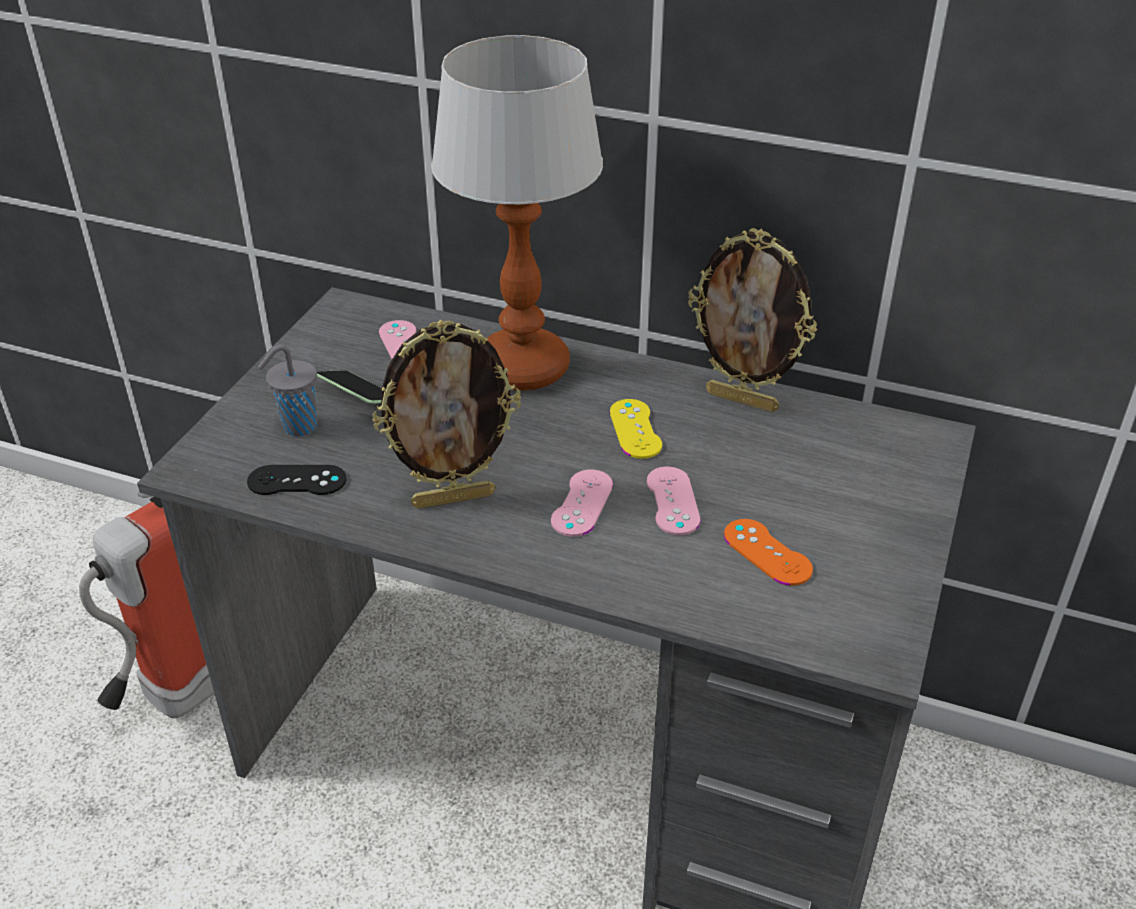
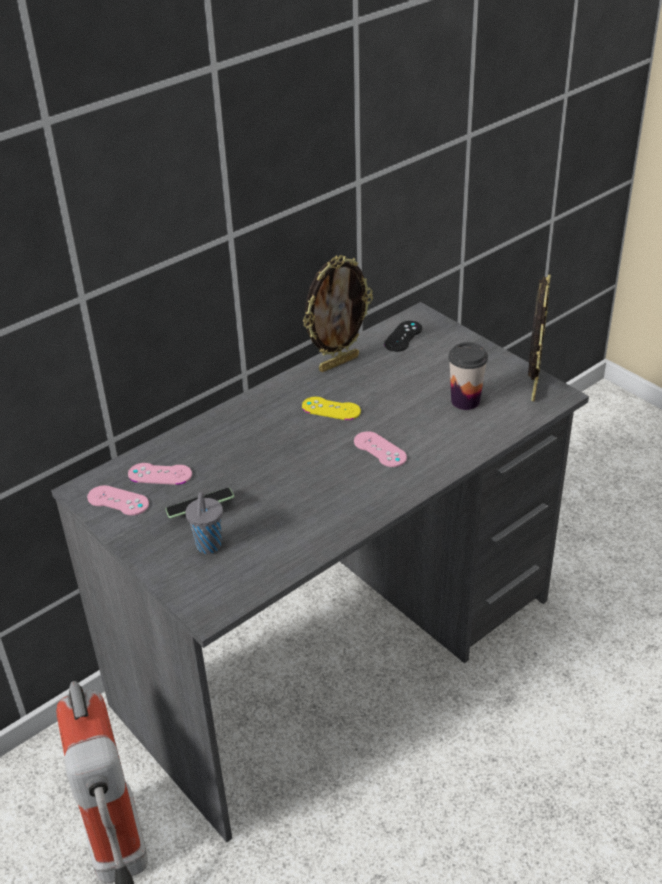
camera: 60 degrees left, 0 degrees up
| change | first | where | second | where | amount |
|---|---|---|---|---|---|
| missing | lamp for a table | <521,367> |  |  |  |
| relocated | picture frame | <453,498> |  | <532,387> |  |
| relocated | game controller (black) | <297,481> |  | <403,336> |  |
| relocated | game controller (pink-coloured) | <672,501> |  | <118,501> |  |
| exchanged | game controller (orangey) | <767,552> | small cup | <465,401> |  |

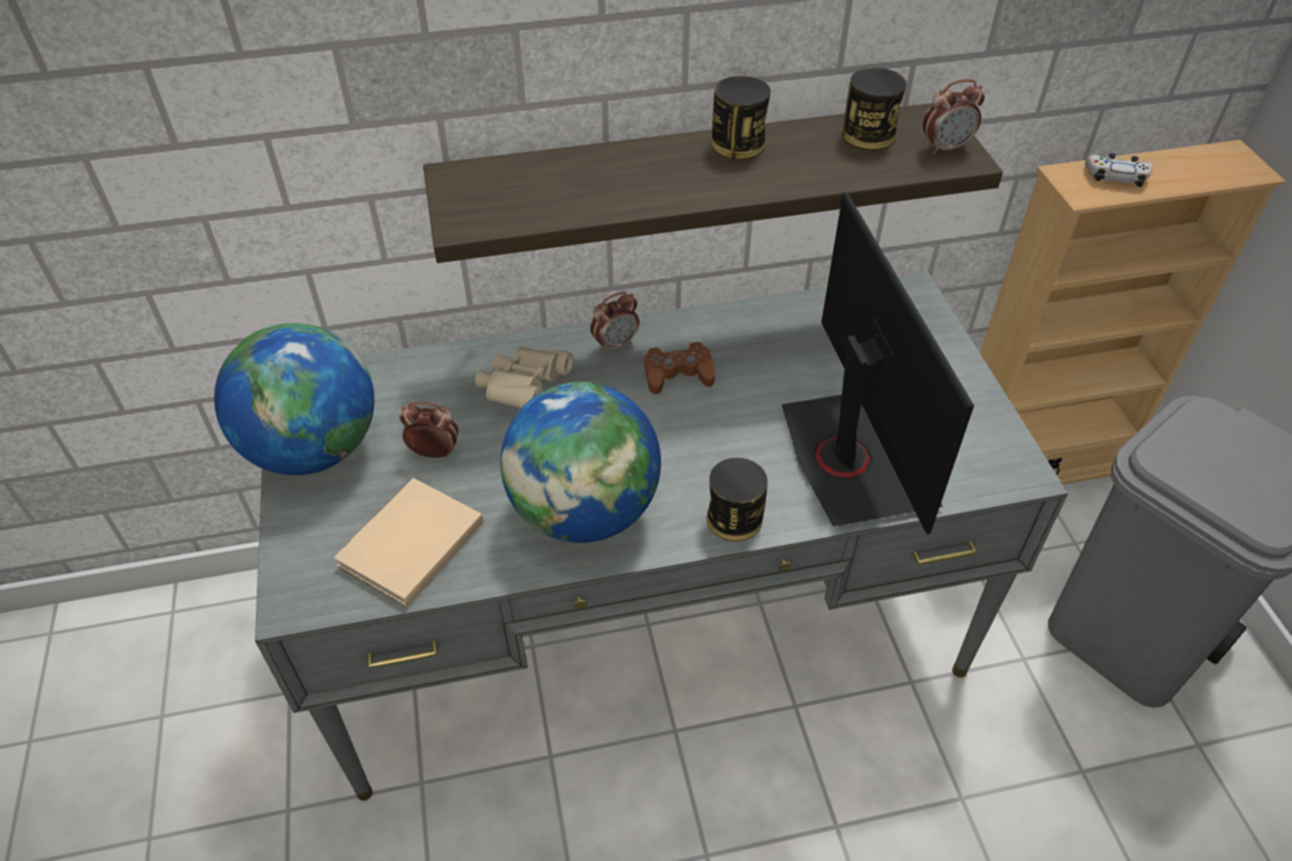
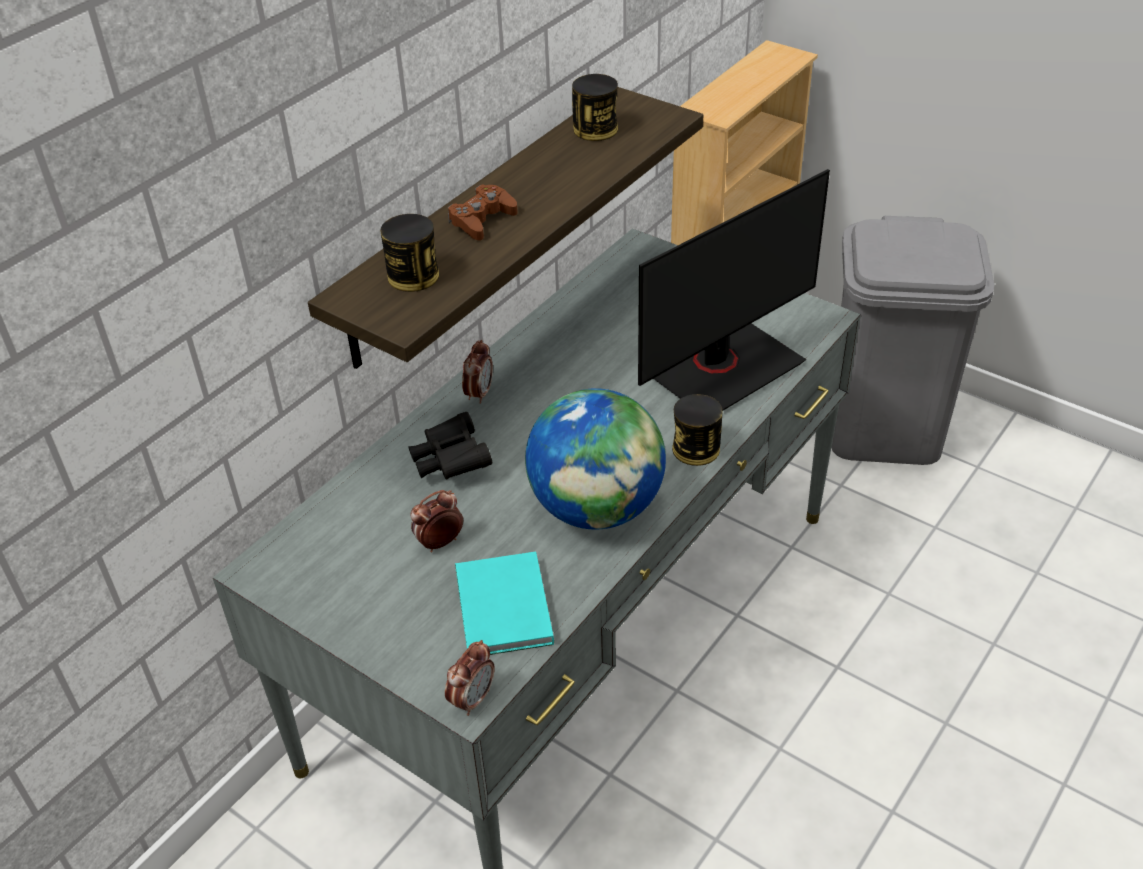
camera: 40 degrees left, 5 degrees down
| change | first | where | second | where | amount |
|---|---|---|---|---|---|
| relocated | sealed can | <738,144> |  | <413,276> |  |
| relocated | bedside clock | <945,148> |  | <472,699> |  |
| missing | game controller (white-coloured) | <1115,176> |  |  |  |
| spun | computer display | <854,458> |  | <723,368> | 105 degrees clockwise |
| missing | world globe | <314,449> |  |  |  |
| relocated | game controller (brown-coloured) | <678,374> |  | <482,220> |  |
| colour | field glasses (beige) | <524,389> | field glasses (black) | <451,462> |  |
| colour | volume (beige) | <407,546> | volume (turquoise) | <502,610> |  |

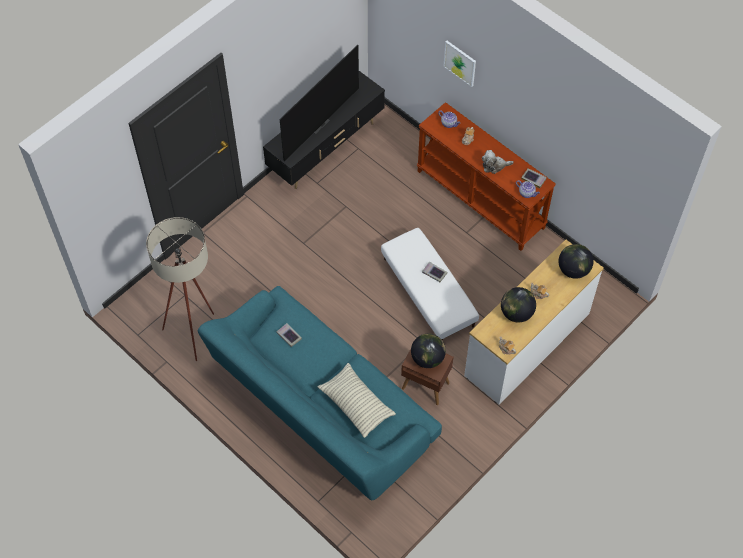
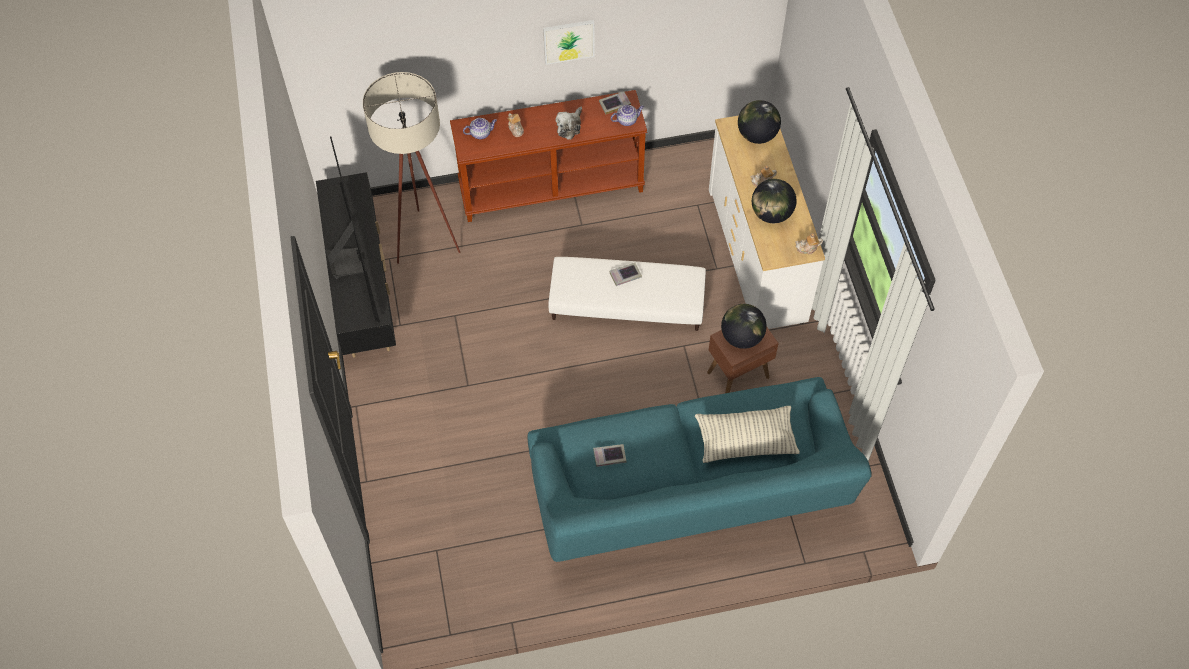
camera: 55 degrees left, 0 degrees up
| change | first | where | second | where | amount |
|---|---|---|---|---|---|
| relocated | wall art | <460,63> |  | <568,41> |  |
| relocated | floor lamp (beige) | <196,330> |  | <424,235> |  |

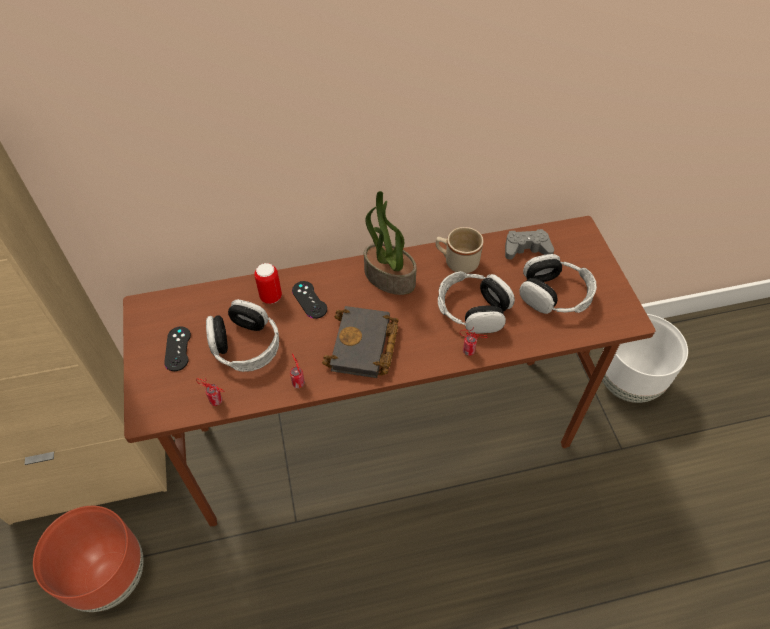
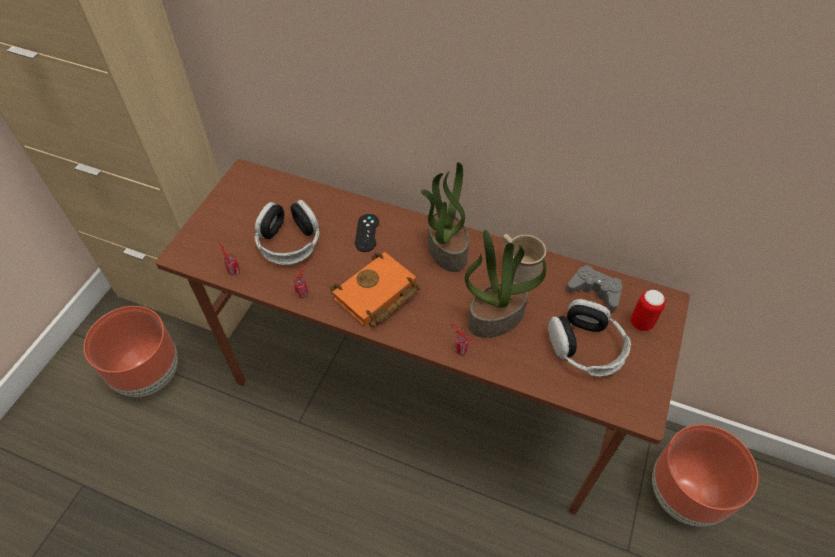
camera: 35 degrees right, 0 degrees up
| change | first | where | second | where | amount |
|---|---|---|---|---|---|
| relocated | sealed can | <271,297> |  | <641,323> |  |
| exchanged | headset | <472,309> | plant in a pot | <496,317> |  |
| colour | volume (black) | <364,347> | volume (orangey) | <376,296> |  |
| colour | planter (white-coloured) | <628,382> | planter (brown-coloured) | <684,495> |  |
| missing | game controller (black) | <178,348> |  |  |  |

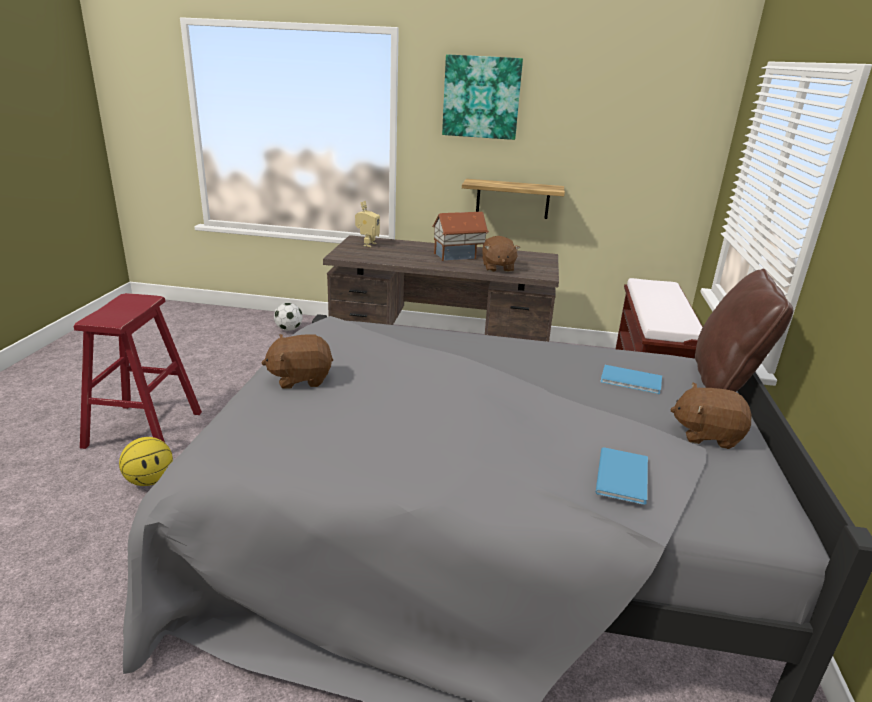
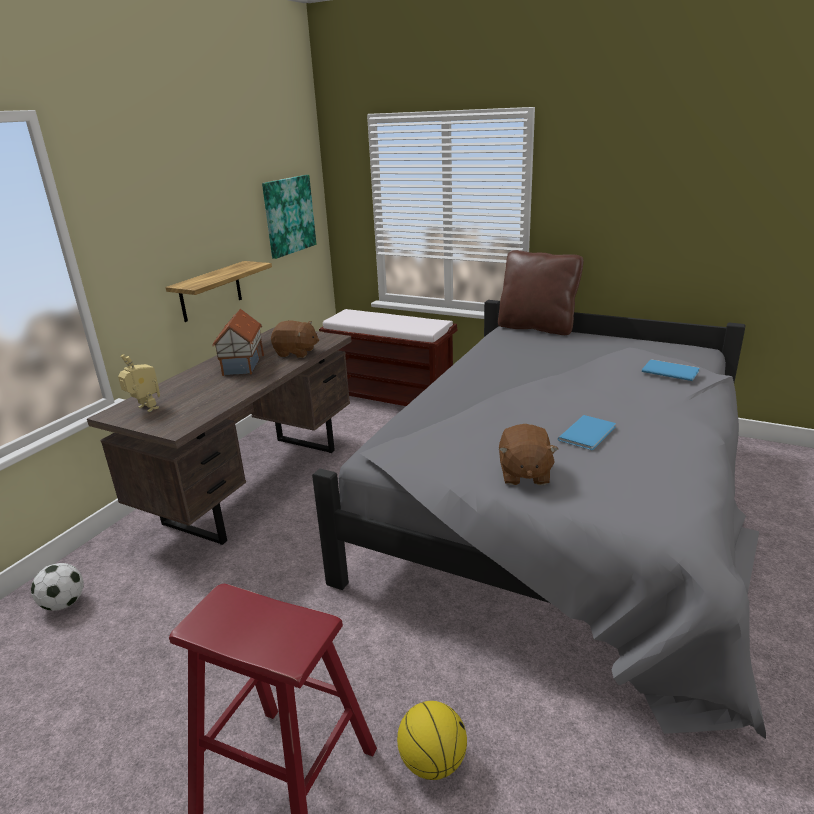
camera: 70 degrees left, 0 degrees up
| change | first | where | second | where | amount |
|---|---|---|---|---|---|
| relocated | wall art | <481,97> |  | <288,215> |  |
| relocated | volume (blue-coloured) | <632,381> |  | <589,433> |  |
| missing | plush toy (brown-coloured) | <706,434> |  |  |  |

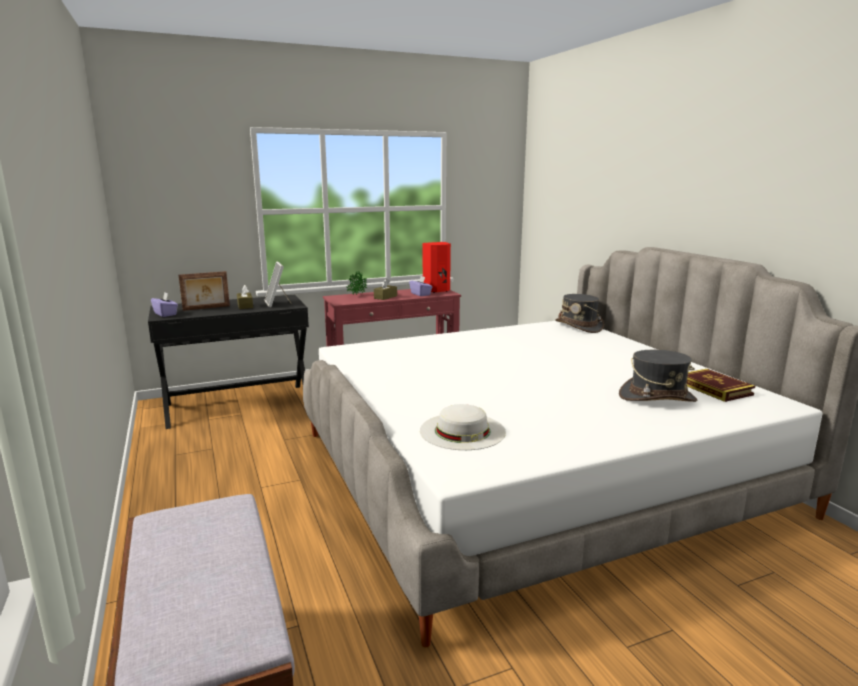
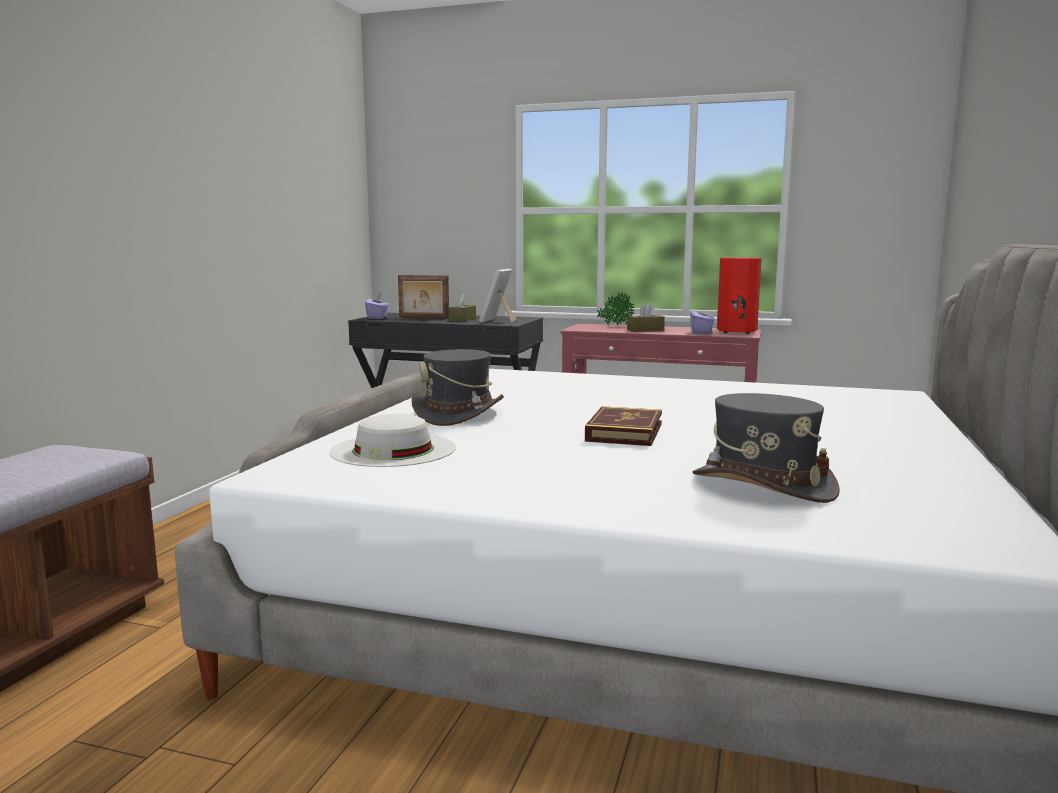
camera: 40 degrees right, 5 degrees down
| change | first | where | second | where | amount |
|---|---|---|---|---|---|
| relocated | hat (grey) | <579,326> |  | <458,414> |  |
| relocated | volume | <714,388> |  | <624,432> |  |

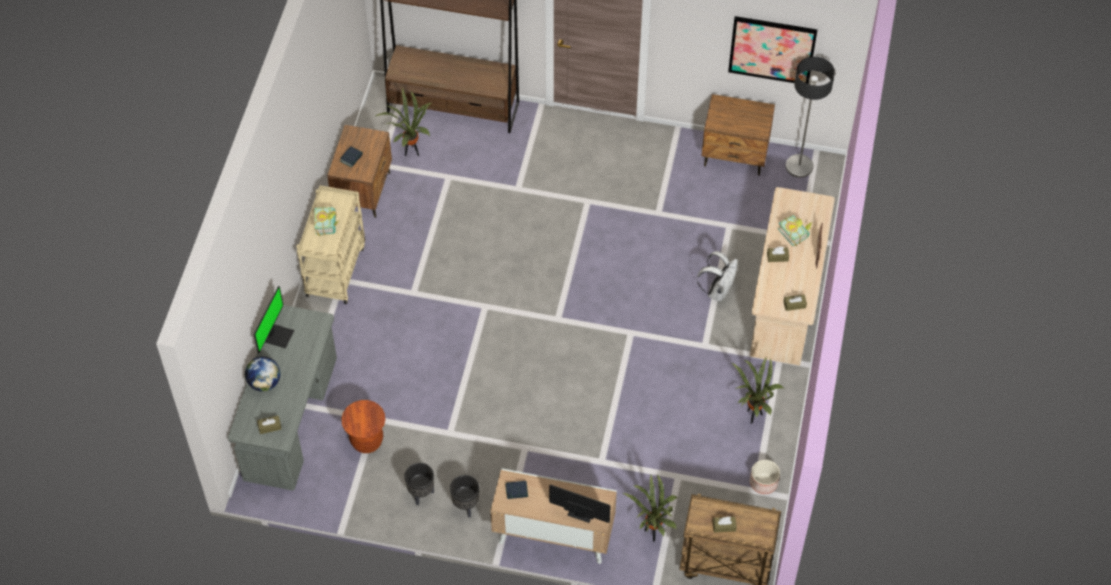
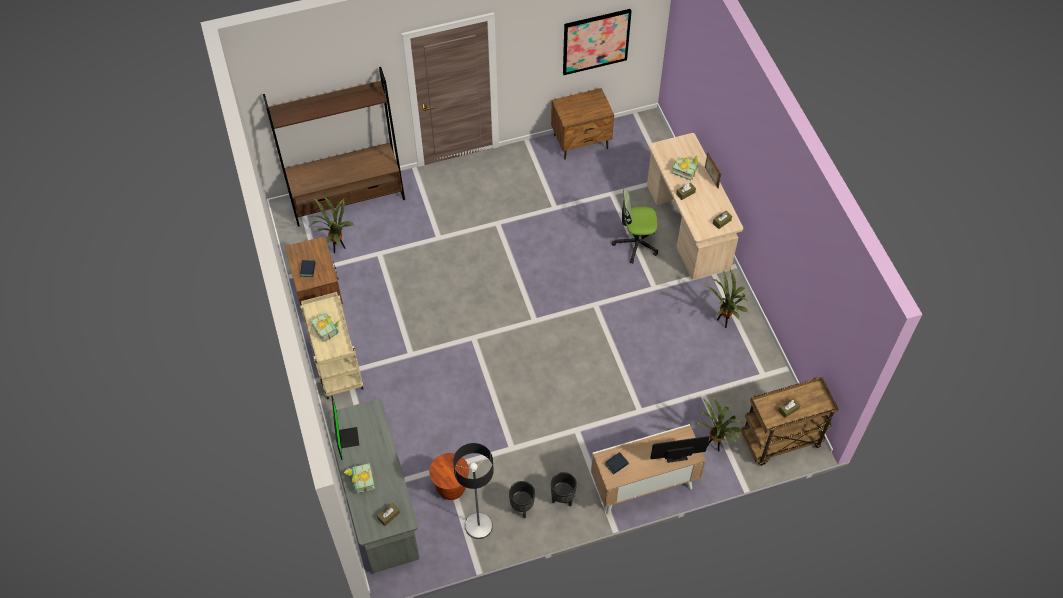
camera: 30 degrees left, 0 degrees up
| change | first | where | second | where | amount |
|---|---|---|---|---|---|
| relocated | floor lamp | <799,166> |  | <479,526> |  |
| exchanged | knapsack (white-coloured) | <717,290> | desk chair | <636,243> |  |
| exchanged | world globe | <264,382> | volume | <360,482> |  |
| missing | planter | <763,482> |  |  |  |

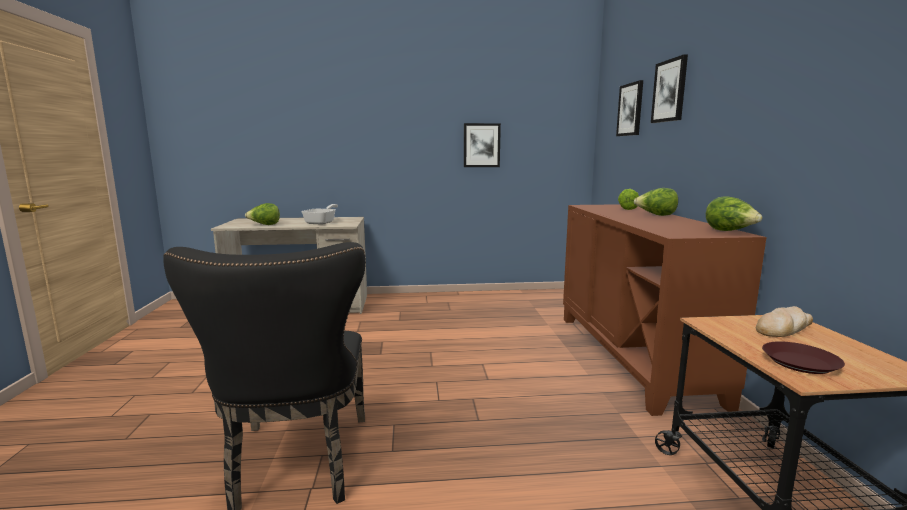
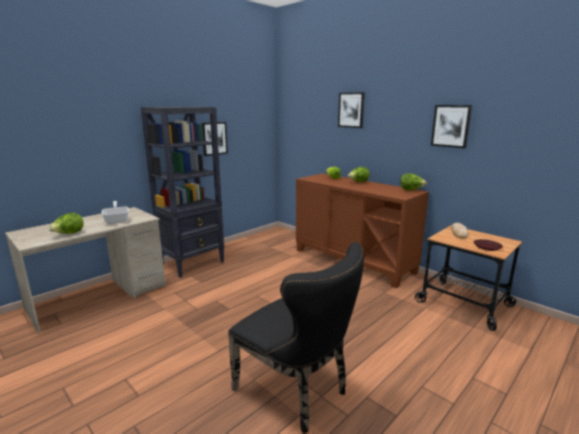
camera: 40 degrees left, 5 degrees up
| change | first | where | second | where | amount |
|---|---|---|---|---|---|
| relocated | wall art | <630,109> |  | <451,126> |  |
| appeared |  |  | bookshelf (black) | <193,263> |  |

